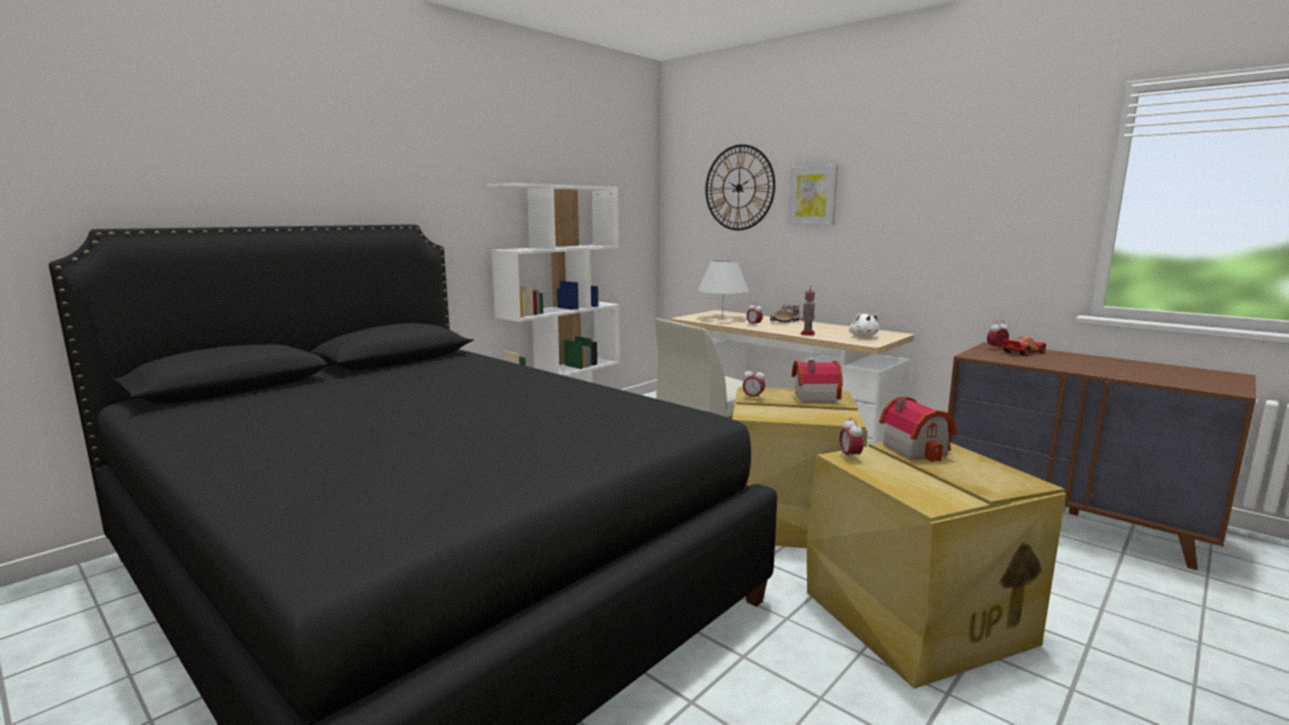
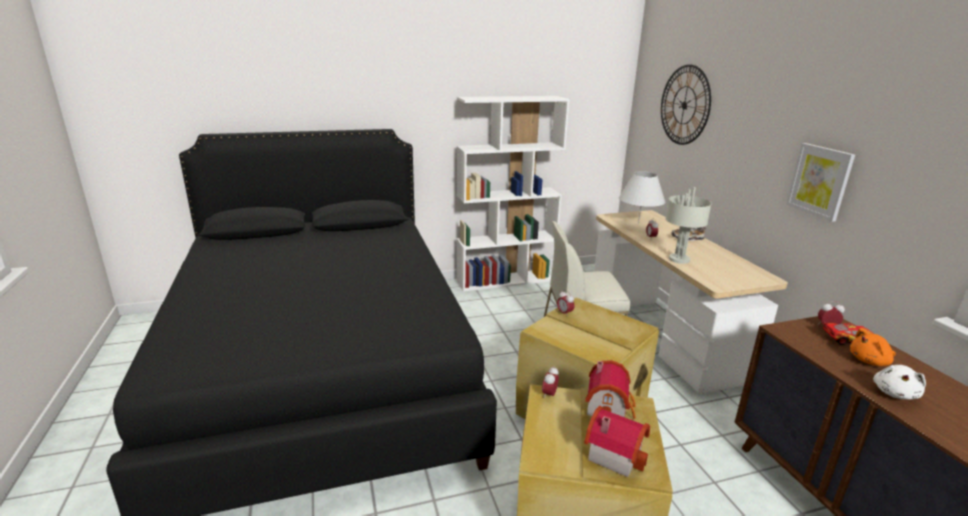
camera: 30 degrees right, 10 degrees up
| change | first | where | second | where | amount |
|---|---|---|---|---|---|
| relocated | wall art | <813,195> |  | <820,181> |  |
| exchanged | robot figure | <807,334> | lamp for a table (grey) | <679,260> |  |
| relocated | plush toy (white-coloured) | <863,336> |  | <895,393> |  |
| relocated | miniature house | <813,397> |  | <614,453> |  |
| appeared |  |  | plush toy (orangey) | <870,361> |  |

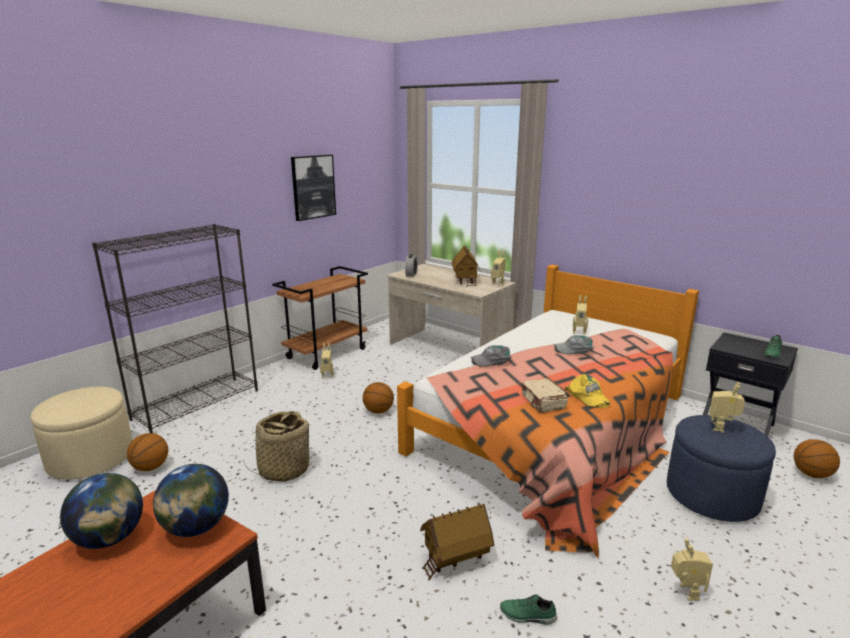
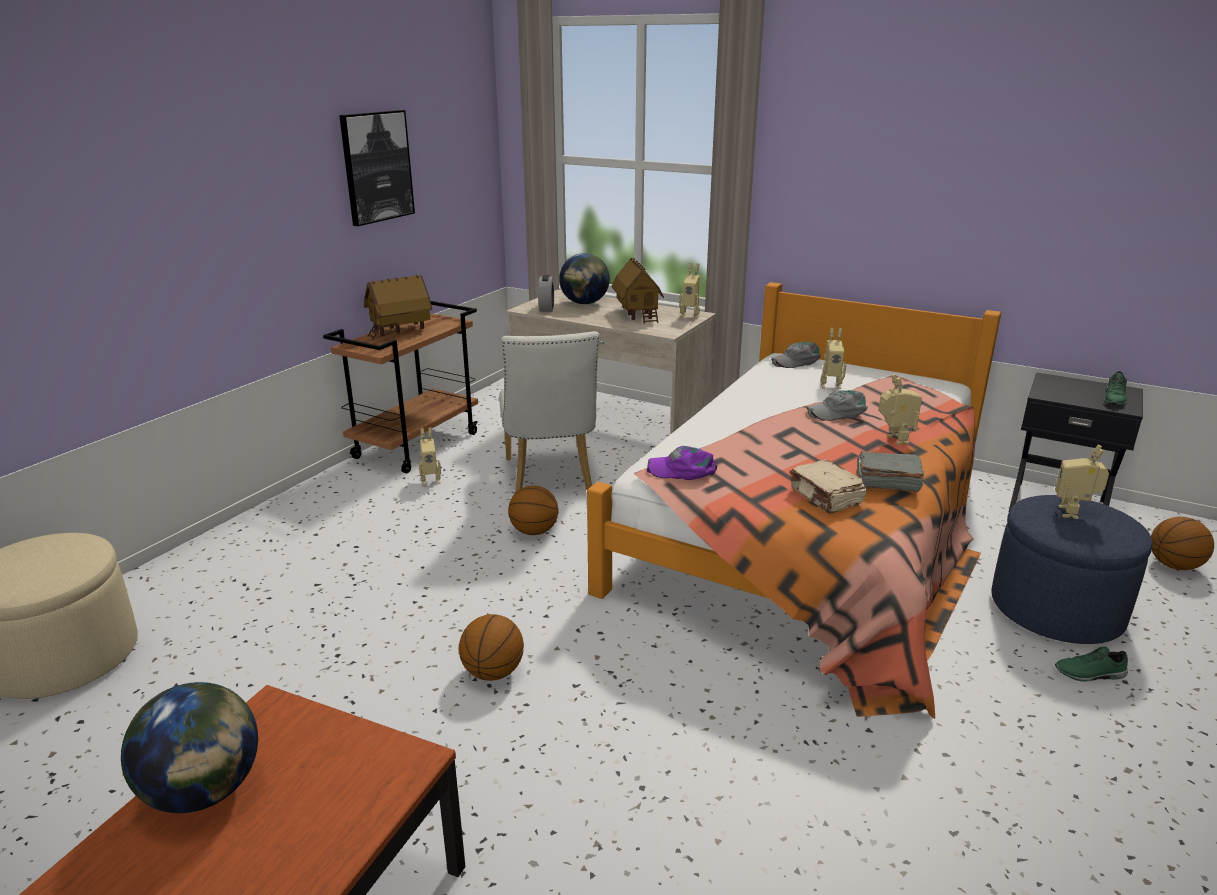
camera: 10 degrees left, 5 degrees up
| change | first | where | second | where | amount |
|---|---|---|---|---|---|
| missing | bookshelf (black) | <197,404> |  |  |  |
| relocated | cap (grey) | <491,360> |  | <796,361> |  |
| exchanged | cap (yellowish) | <587,396> | volume (grey) | <886,482> |  |
| missing | household basket | <284,469> |  |  |  |
| relocated | ball for basketball | <150,467> |  | <493,673> |  |
| relocated | world globe | <196,528> |  | <584,303> |  |
| relocated | miniature house | <455,558> |  | <400,331> |  |
| relocated | robot figure | <685,592> |  | <894,440> |  |
| relocated | shoe (green) | <527,616> |  | <1090,674> |  |
| appeared |  |  | plain chair (white-coloured) | <550,479> |  |
| appeared |  |  | cap (purplish) | <683,470> |  |

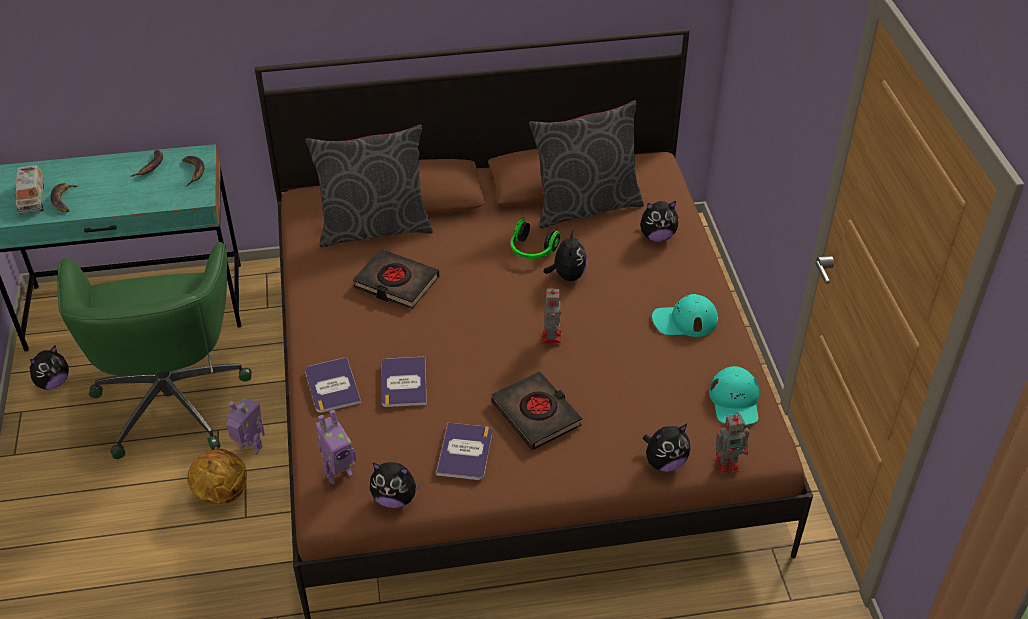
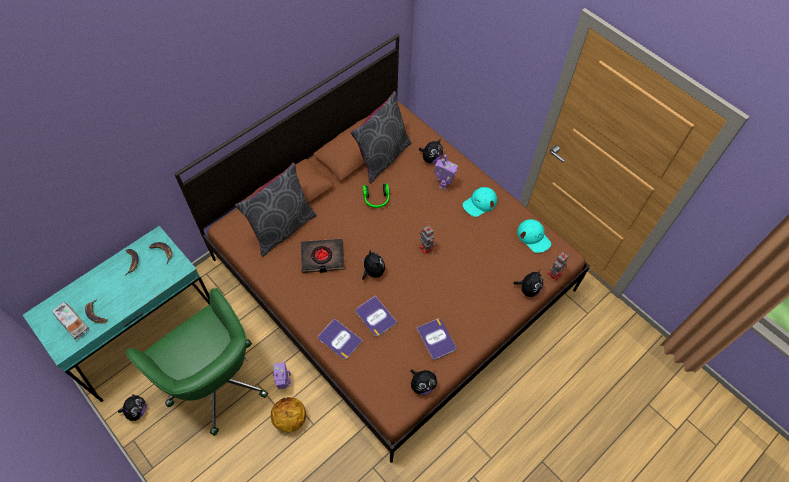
camera: 35 degrees left, 15 degrees up
| change | first | where | second | where | amount |
|---|---|---|---|---|---|
| relocated | plush toy | <567,275> |  | <372,272> |  |
| missing | volume (black) | <536,414> |  |  |  |
| relocated | robot figure | <338,473> |  | <443,184> |  |

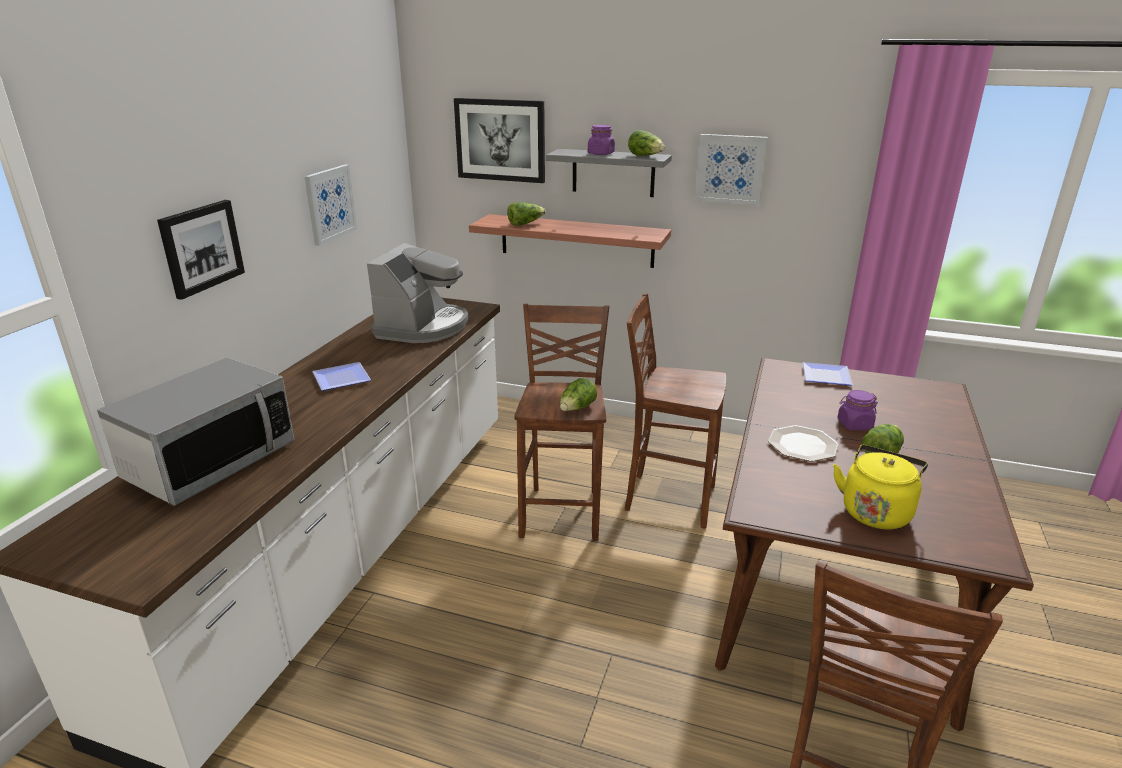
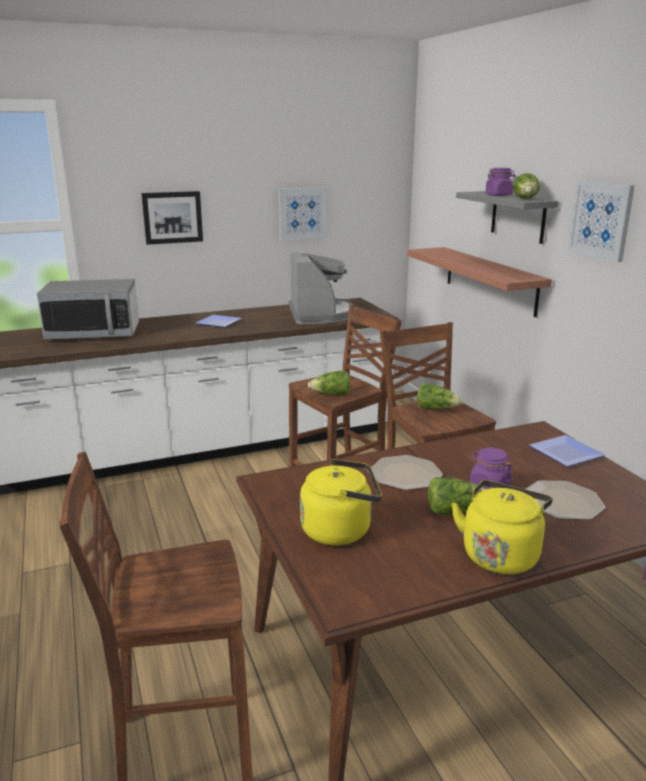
camera: 50 degrees right, 5 degrees down
| change | first | where | second | where | amount |
|---|---|---|---|---|---|
| missing | wall art | <500,140> |  |  |  |
| relocated | lettuce | <525,224> |  | <436,409> |  |
| spun | coffee machine | <423,327> |  | <320,315> | 75 degrees counterclockwise |
| appeared |  |  | kettle (yellowish) | <500,554> |  |
| appeared |  |  | plate | <563,502> |  |

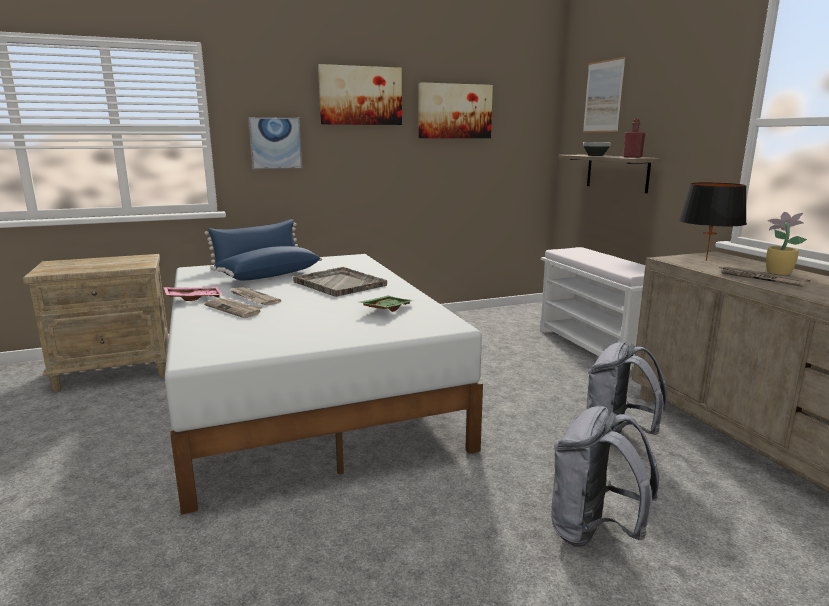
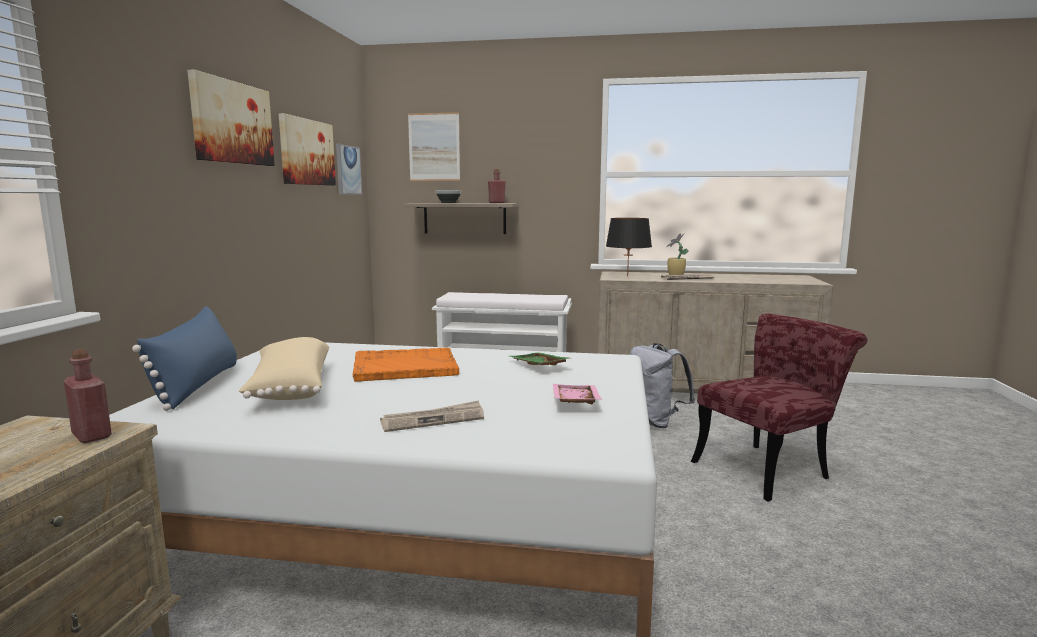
camera: 60 degrees left, 5 degrees down
| change | first | where | second | where | amount |
|---|---|---|---|---|---|
| relocated | wall art | <275,143> |  | <348,170> |  |
| colour | throw pillow (blue-coloured) | <269,275> | throw pillow (beige) | <289,387> |  |
| colour | tray (grey) | <339,283> | tray (orangey) | <404,366> |  |
| relocated | tray (pink-coloured) | <194,298> |  | <573,402> |  |
| missing | printed paper | <253,298> |  |  |  |
| exchanged | knapsack (grey) | <594,532> | plain chair (red-coloured) | <769,468> |  |
| appeared |  |  | bottle (red-coloured) | <91,435> |  |

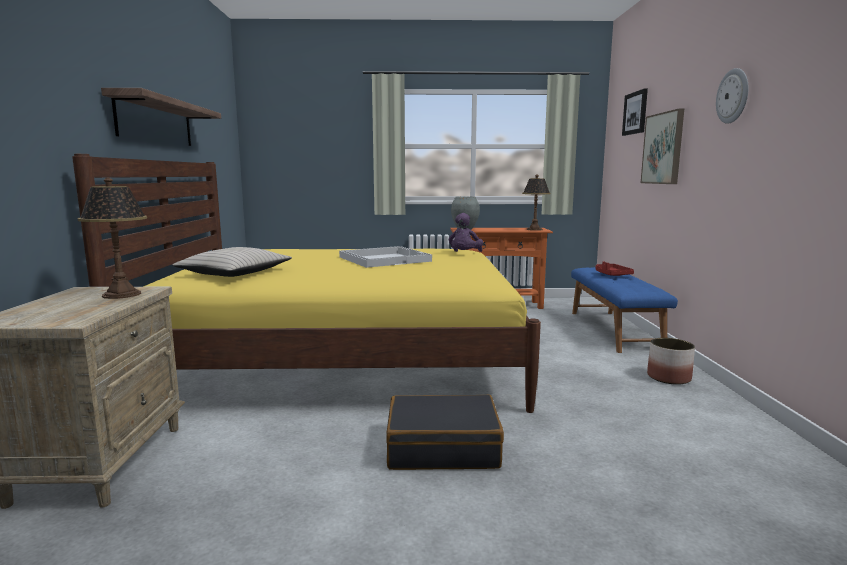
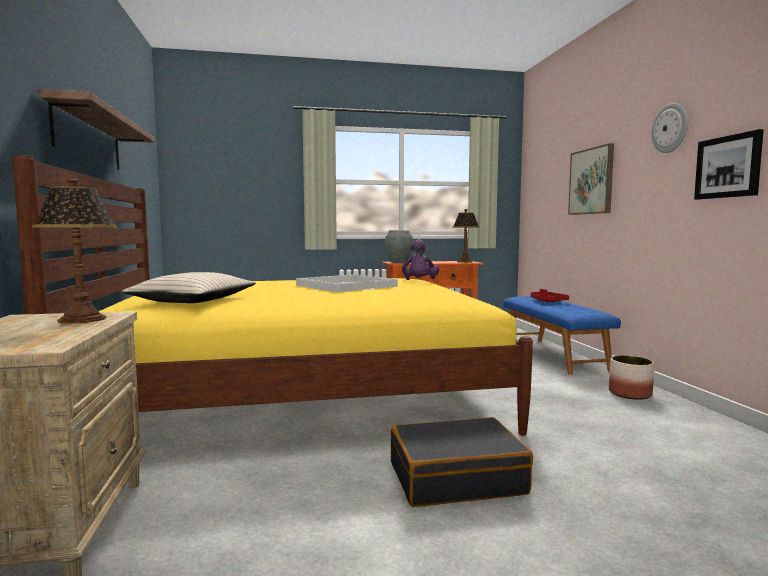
camera: 10 degrees left, 5 degrees down
| change | first | where | second | where | amount |
|---|---|---|---|---|---|
| relocated | wall art | <635,113> |  | <728,167> |  |

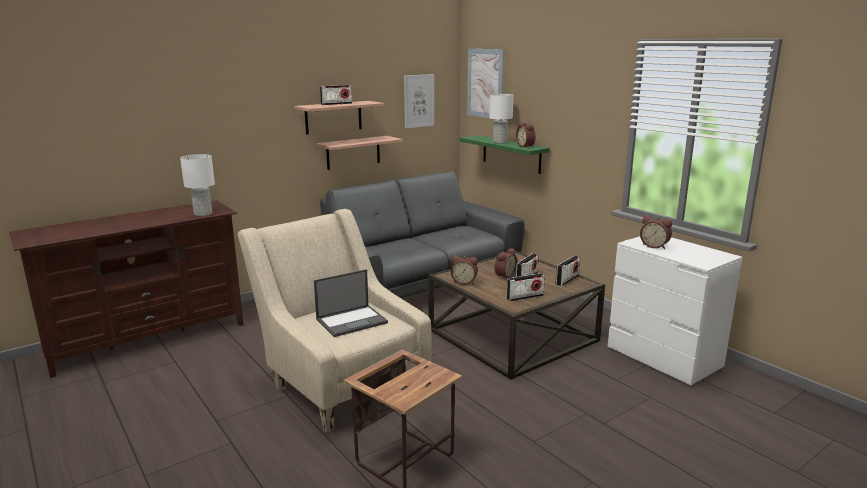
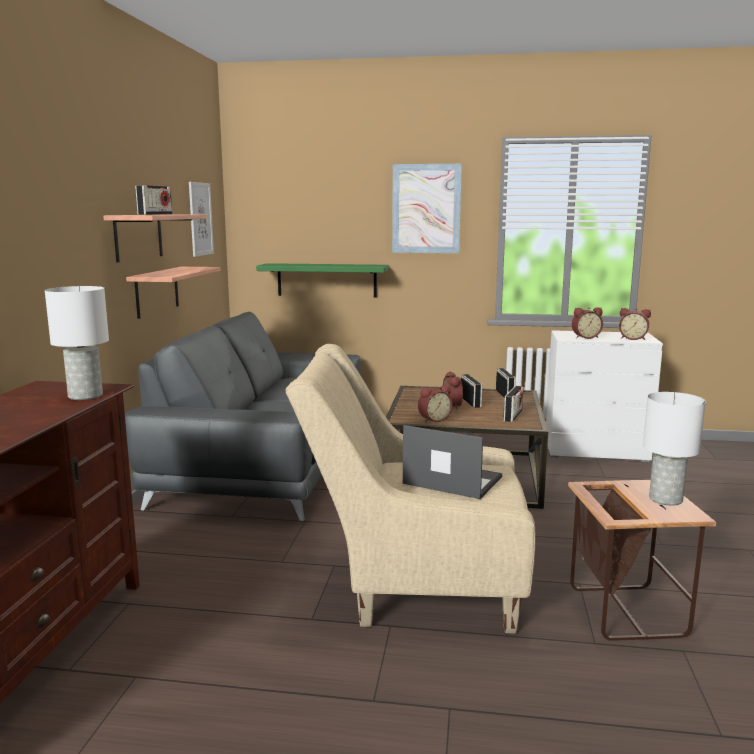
camera: 45 degrees left, 5 degrees down
| change | first | where | second | where | amount |
|---|---|---|---|---|---|
| relocated | wall art | <485,83> |  | <426,209> |  |
| relocated | lamp for a table (white-coloured) | <500,142> |  | <665,499> |  |
| relocated | bedside clock | <526,146> |  | <633,338> |  |
| spun | portable computer | <352,321> |  | <451,480> | 75 degrees counterclockwise |

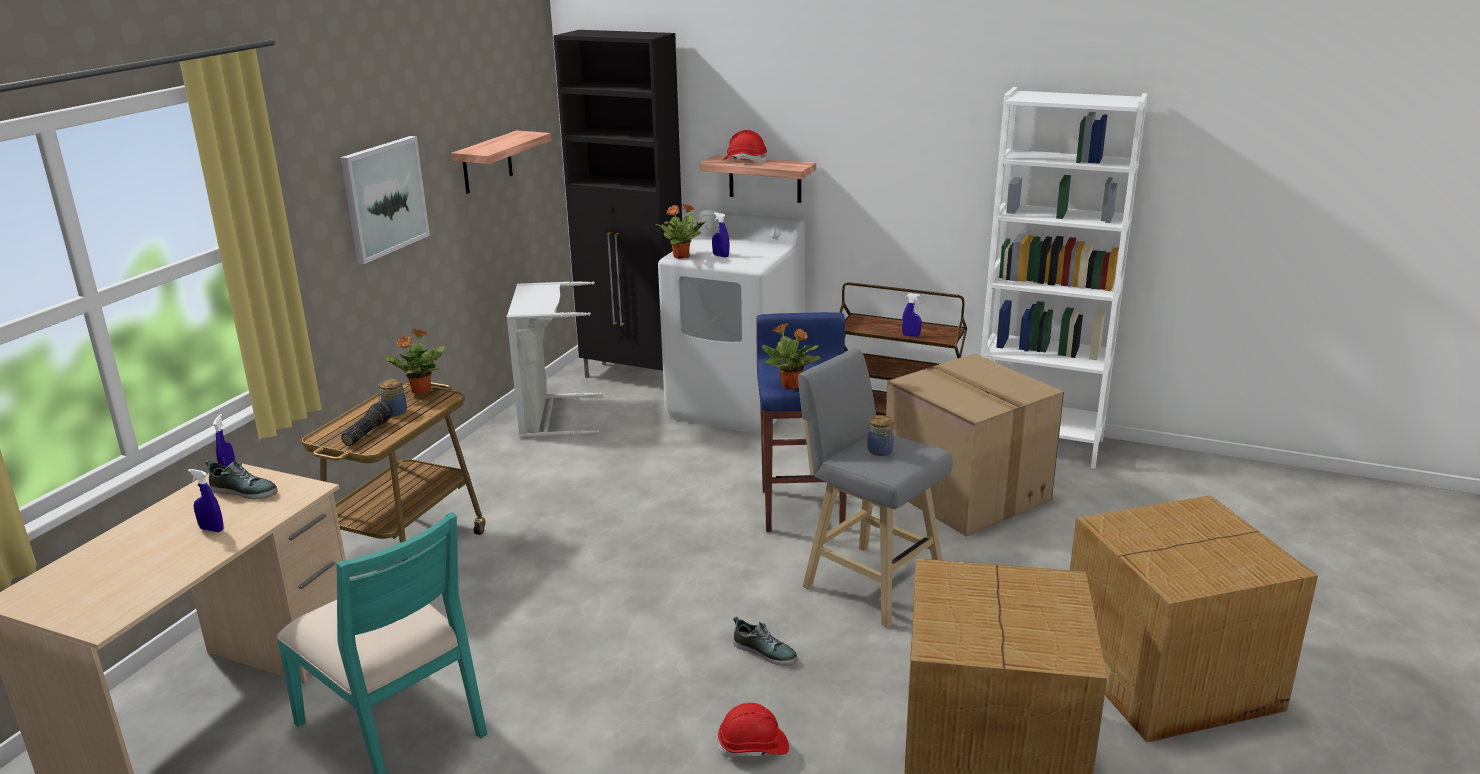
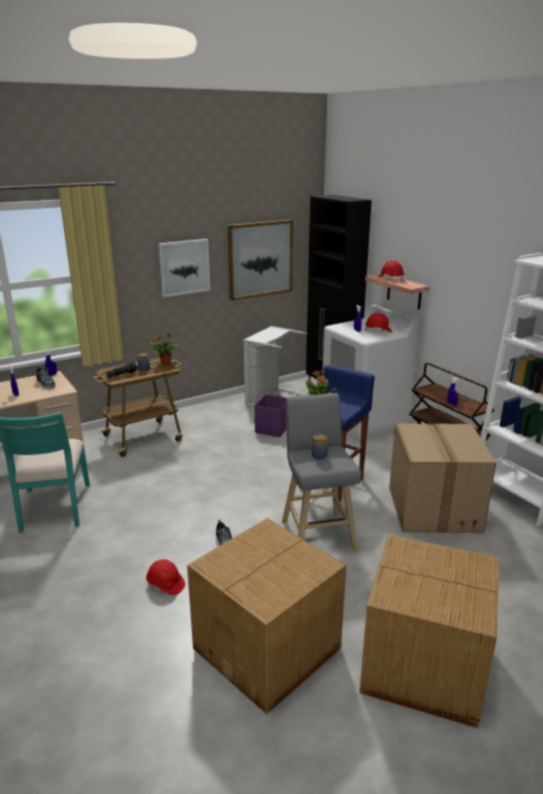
camera: 35 degrees right, 0 degrees up
| change | first | where | second | where | amount |
|---|---|---|---|---|---|
| exchanged | wall shelf | <487,162> | wall art | <260,259> |  |
| missing | plant in a pot | <682,256> |  |  |  |
| appeared |  |  | safety helmet (red-coloured) | <378,331> |  |
| appeared |  |  | storage bin (purplish) | <272,429> |  |

